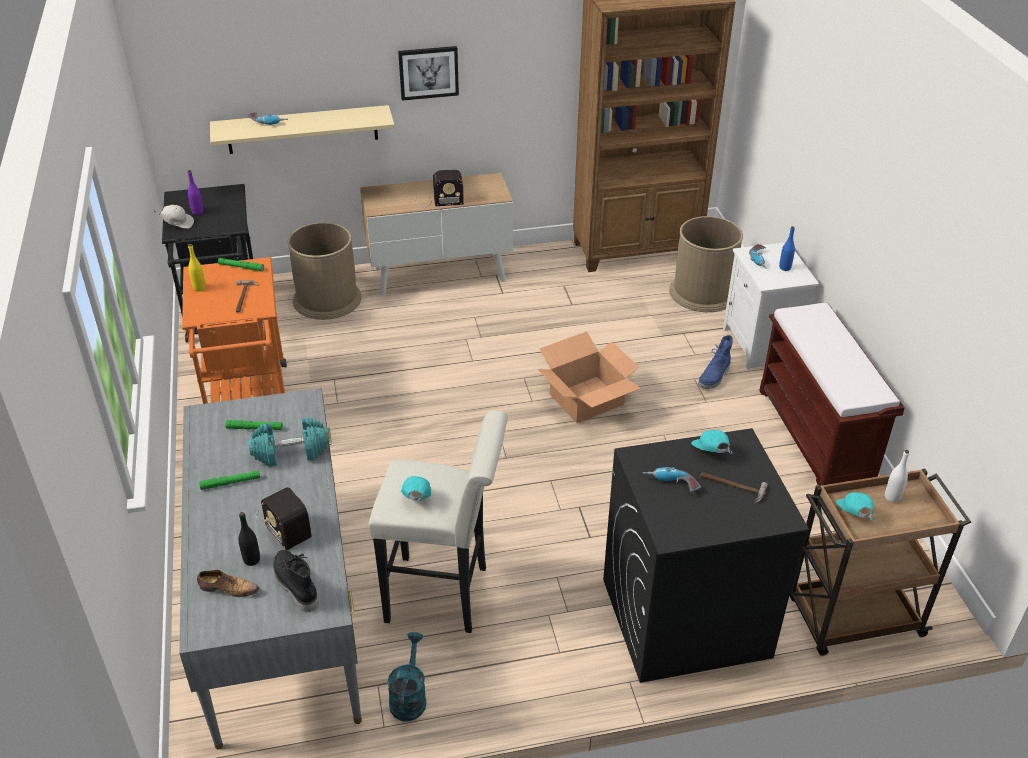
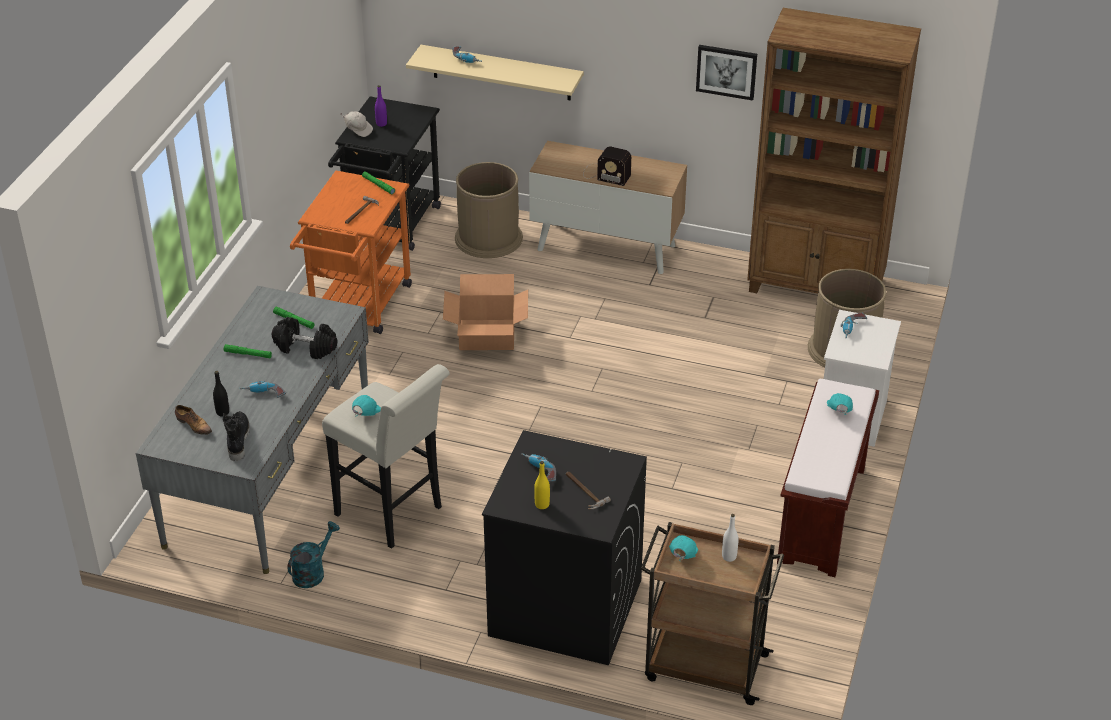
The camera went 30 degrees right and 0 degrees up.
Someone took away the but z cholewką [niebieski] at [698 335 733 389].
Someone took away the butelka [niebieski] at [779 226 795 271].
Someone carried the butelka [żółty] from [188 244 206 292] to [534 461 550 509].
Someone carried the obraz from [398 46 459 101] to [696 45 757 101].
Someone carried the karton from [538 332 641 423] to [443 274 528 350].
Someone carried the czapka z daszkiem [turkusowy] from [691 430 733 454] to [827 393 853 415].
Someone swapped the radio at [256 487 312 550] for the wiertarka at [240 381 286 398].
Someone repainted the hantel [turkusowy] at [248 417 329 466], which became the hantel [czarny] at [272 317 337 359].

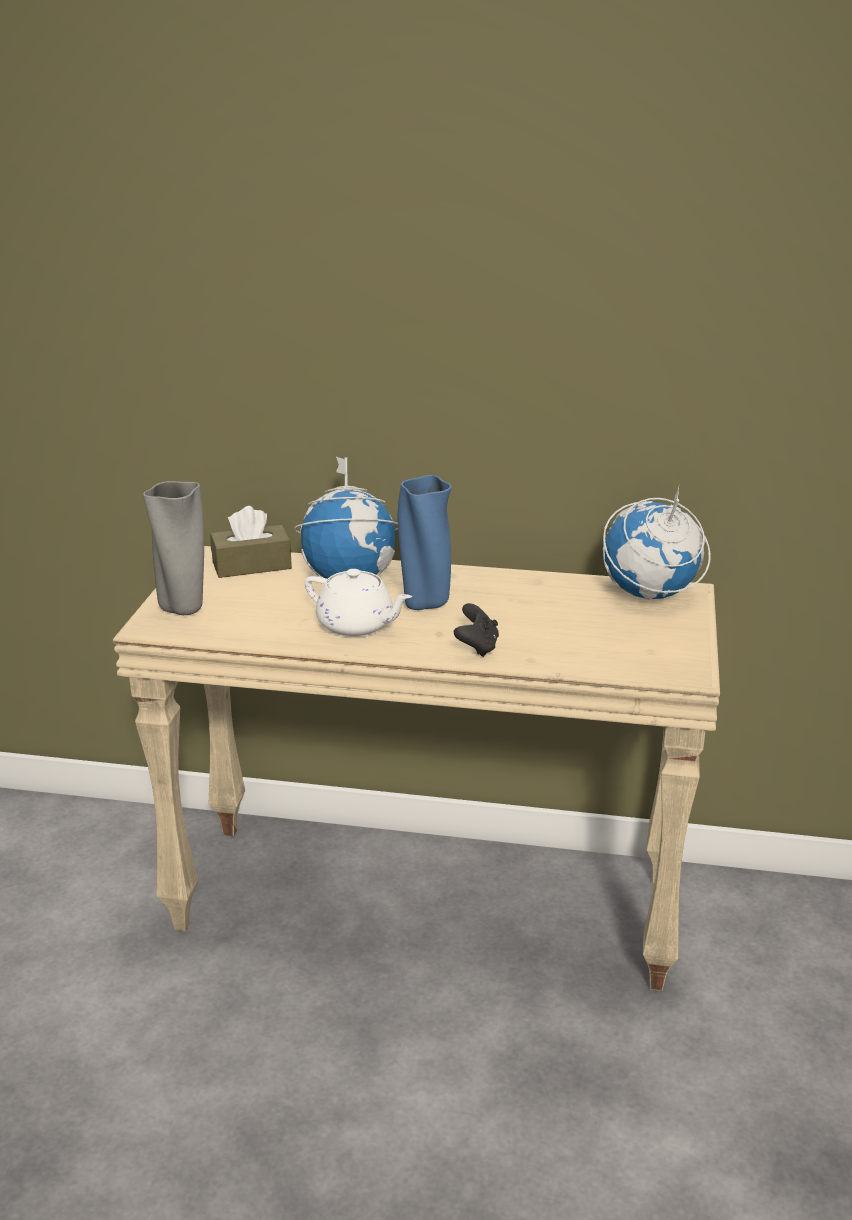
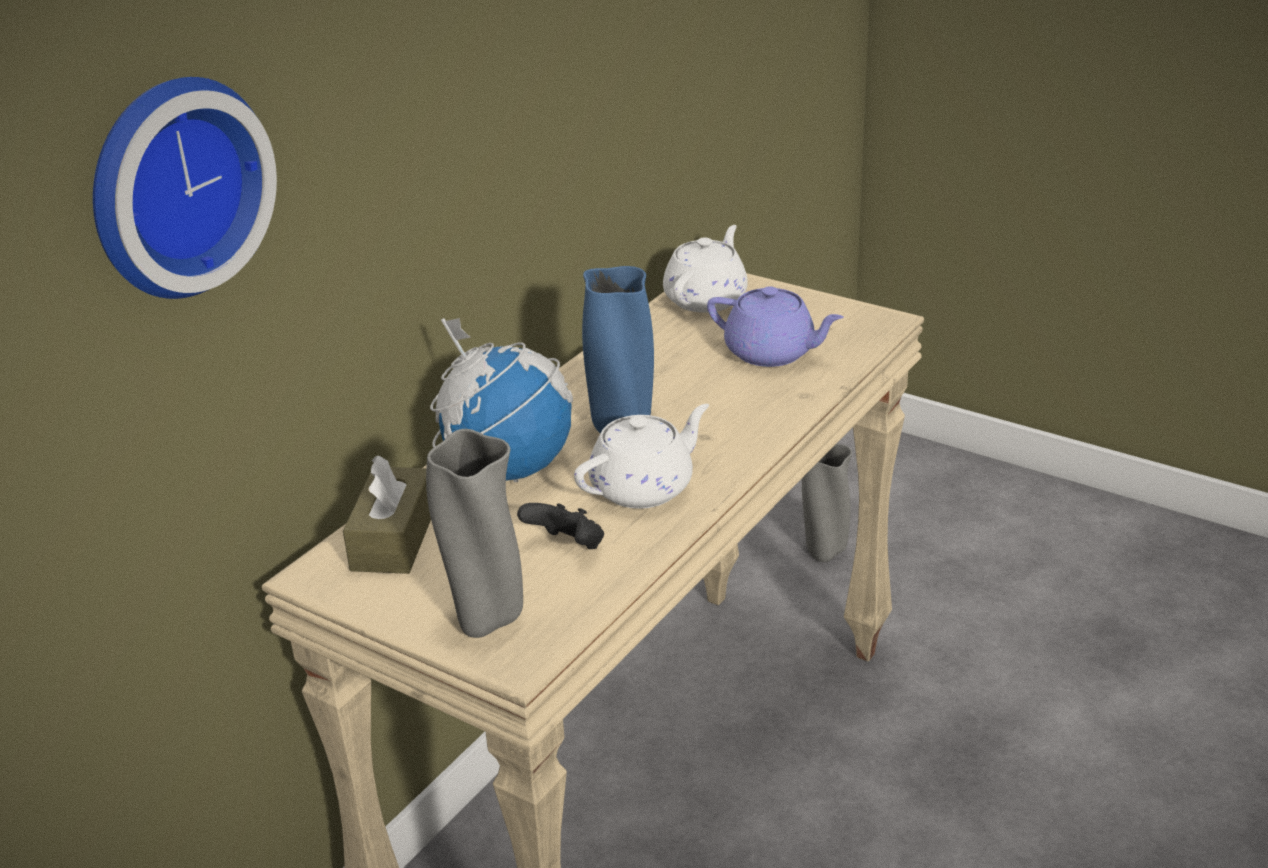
The camera went 65 degrees left and 5 degrees up.
Someone put up the zegar ścienny at [93 77 277 299].
Someone put down the imbryk [fioletowy] at [707 286 844 367].
Someone put down the wazon [szary] at [802 444 852 562].
Someone carried the pad do gier [czarny] from [454 603 499 657] to [517 503 604 549].
Someone swapped the globus at [603 486 711 600] for the imbryk [biały] at [663 225 748 313].

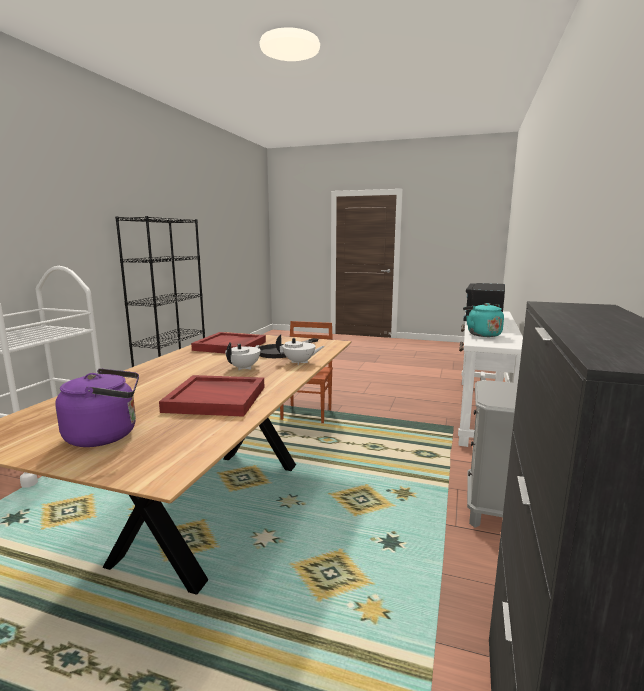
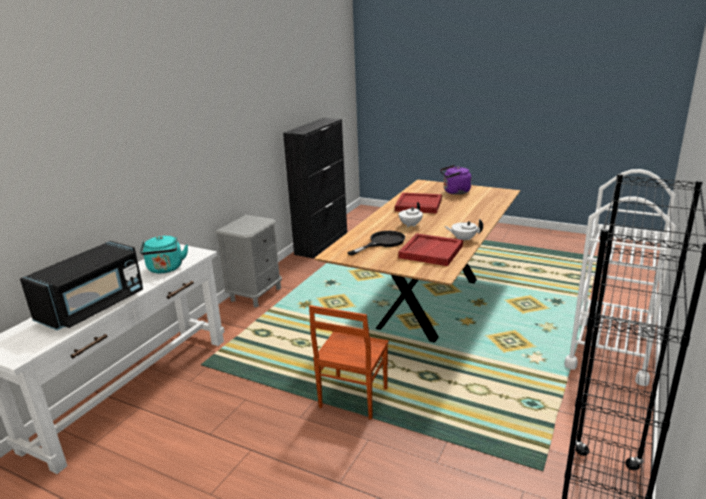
The camera went 170 degrees left and 10 degrees up.
Someone carried the imbryk [biały] from [276 335 325 365] to [444 219 483 242].

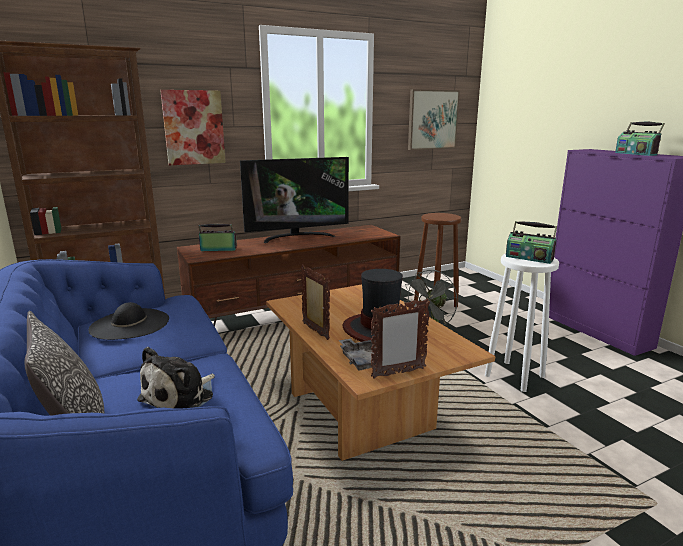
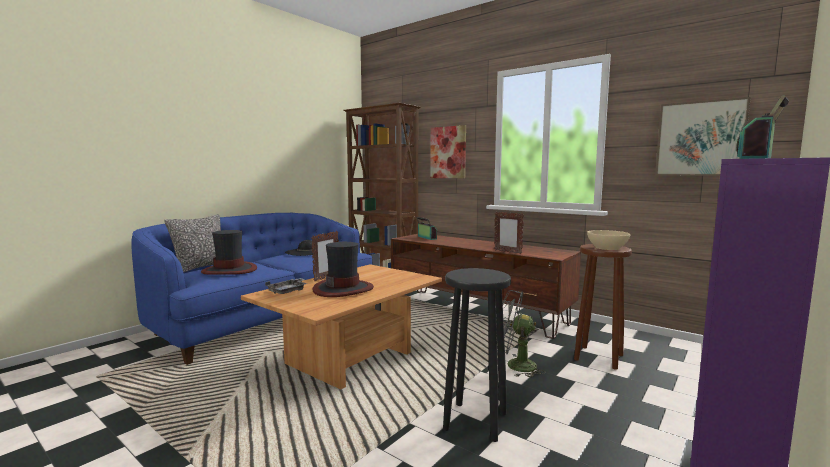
The camera went 65 degrees right and 10 degrees down.
Someone took away the telewizor at [240 157 349 243].
Someone took away the radio at [506 221 557 264].
Someone put down the miska [beżowy] at [587 230 630 250].
Someone carried the ramka na zdjęcie from [371 298 430 379] to [494 212 524 254].
Someone swapped the pluszak at [137 347 215 409] for the kapelusz at [201 230 257 275].
Someone repainted the stołek [biały] at [485 254 559 392], which became the stołek [czarny] at [443 268 511 442].

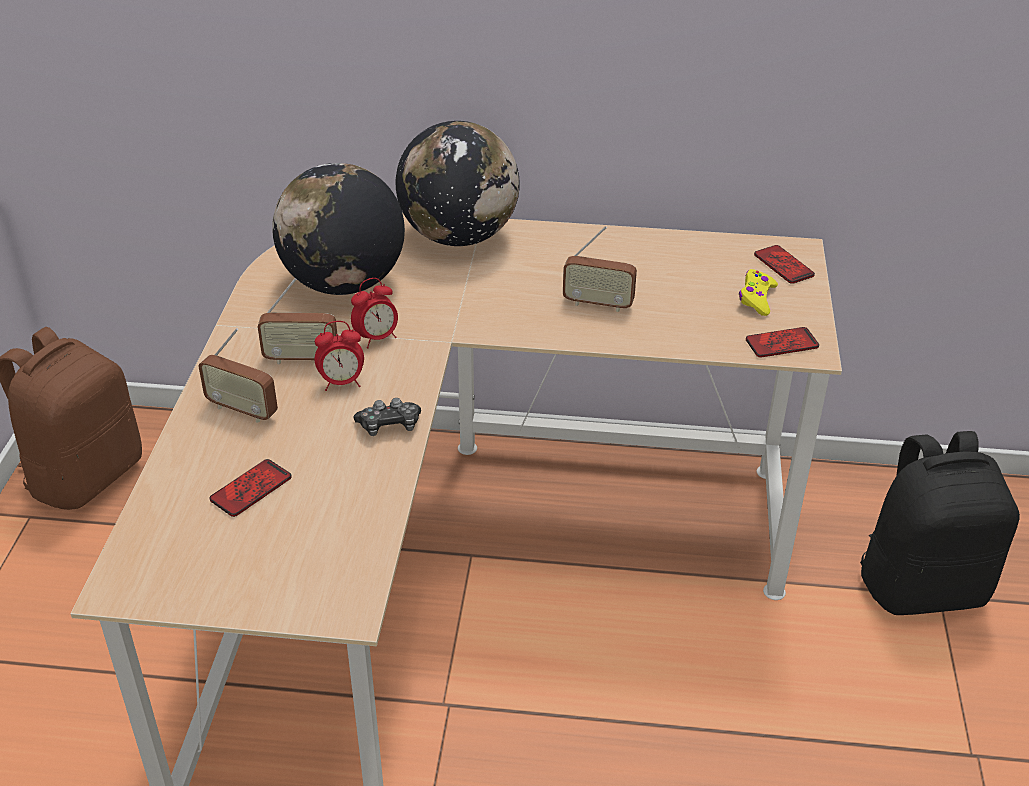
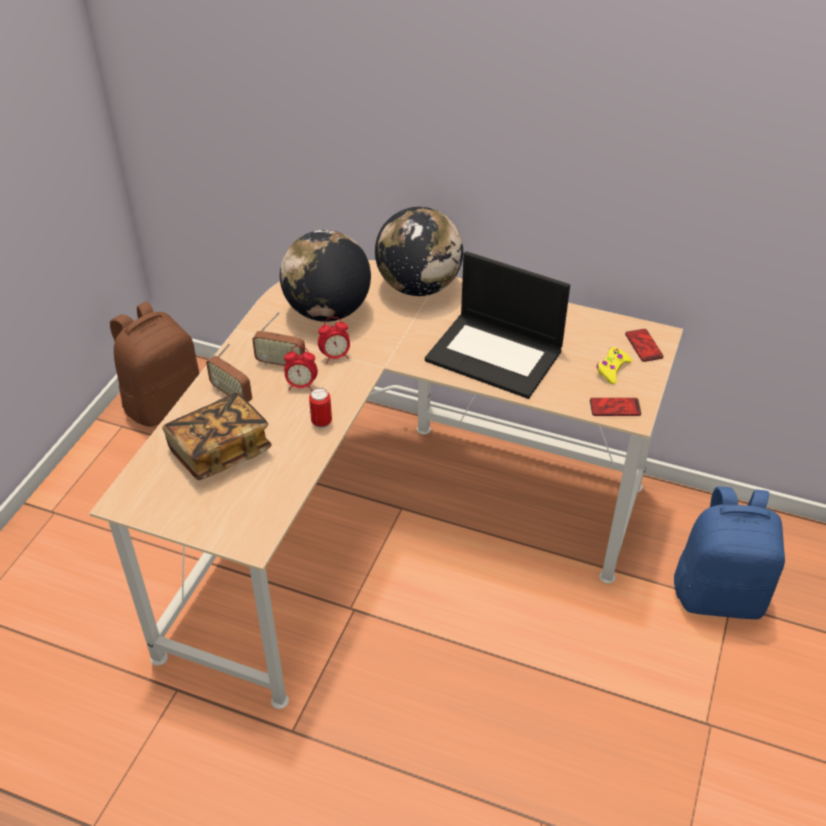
The camera went 15 degrees right and 5 degrees up.
Someone swapped the telefon at [210 459 292 517] for the książka at [162 393 272 480].
Someone swapped the pad do gier at [354 398 421 436] for the puszka at [309 388 332 428].
Someone swapped the radio at [563 226 637 312] for the laptop at [425 251 570 399].
Someone repainted the plecak [czarny] at [860 431 1020 615], which became the plecak [niebieski] at [674 486 785 619].

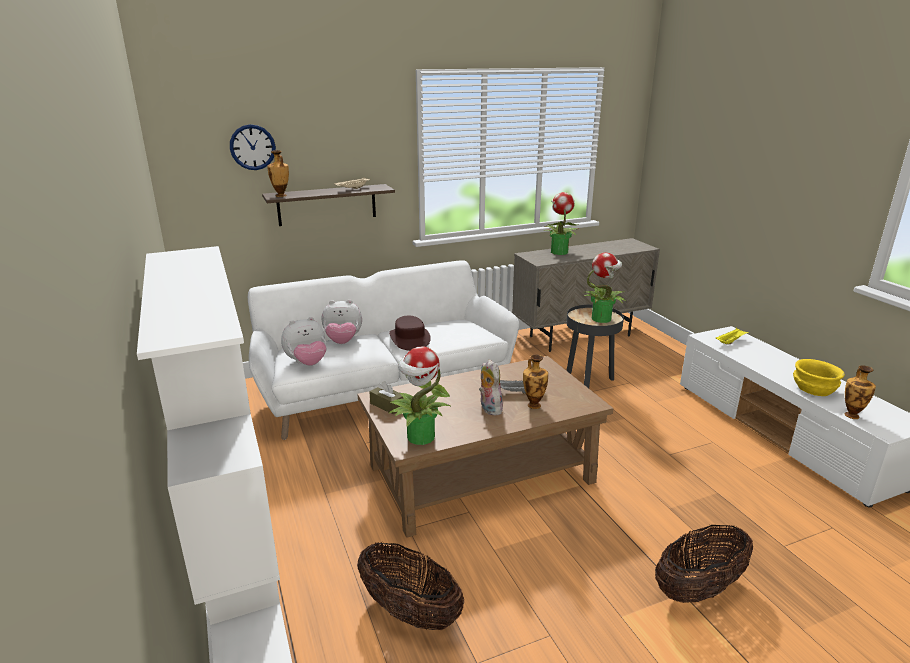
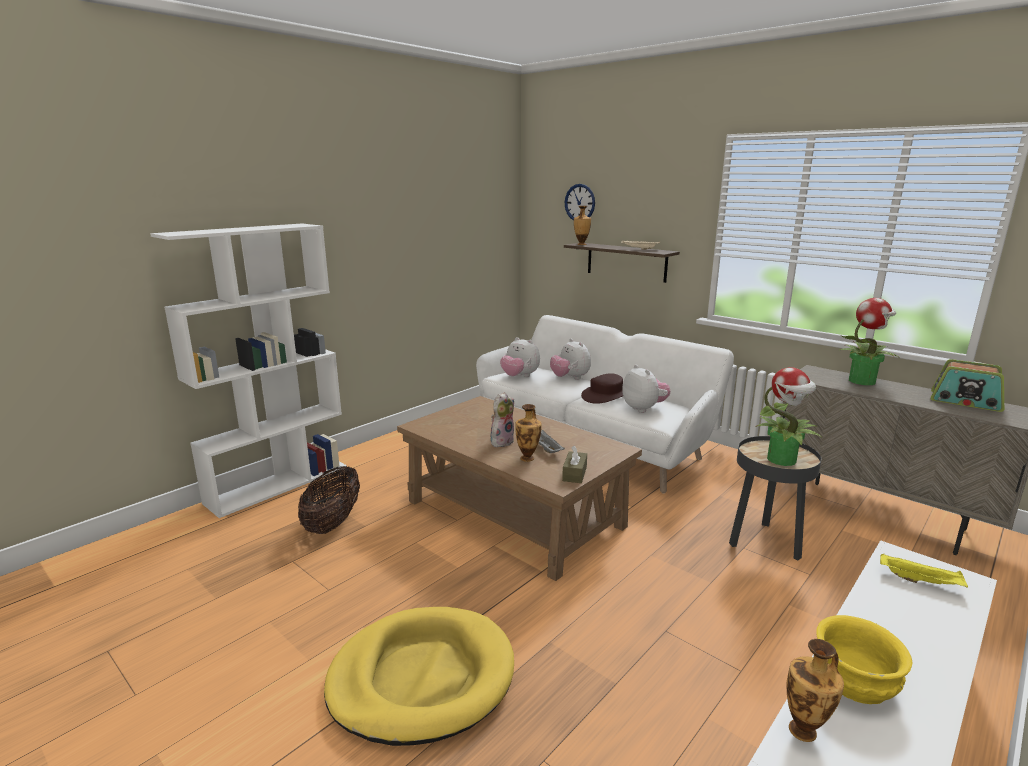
The camera went 65 degrees right and 5 degrees down.
Someone took away the roślina doniczkowa at [388 346 450 445].
Someone put down the pluszak at [622 365 670 413].
Someone put down the radio at [930 359 1004 412].
Someone carried the pudełko chusteczek [brązowy] from [369 381 404 414] to [562 446 587 483].
Someone swapped the koszyk at [655 524 753 603] for the legowisko [żółty] at [324 607 514 746].

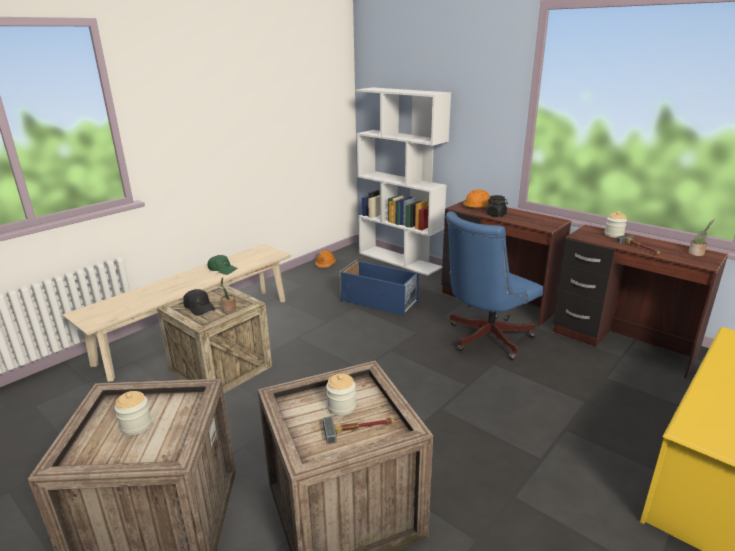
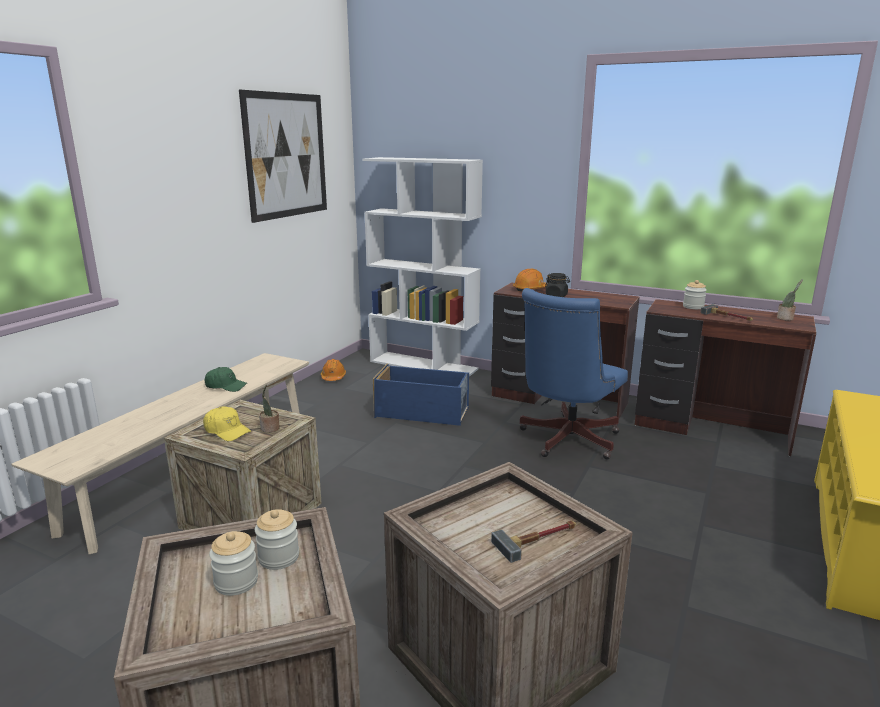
The camera went 15 degrees left and 5 degrees down.
Someone put up the obraz at [239 90 327 223].
Someone carried the słoik from [326 373 356 415] to [255 509 299 570].
Someone repainted the czapka z daszkiem [czarny] at [183 289 215 316], which became the czapka z daszkiem [żółty] at [203 407 251 441].

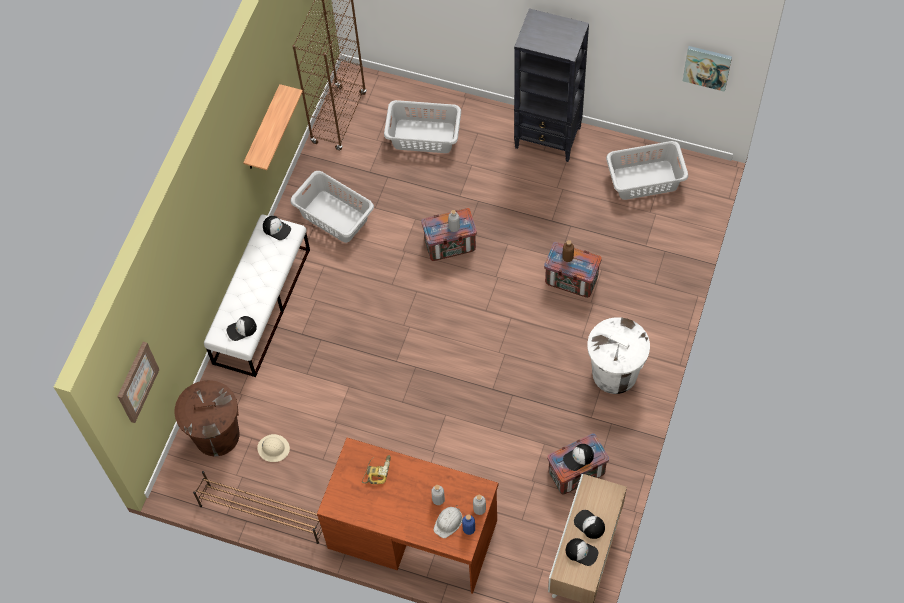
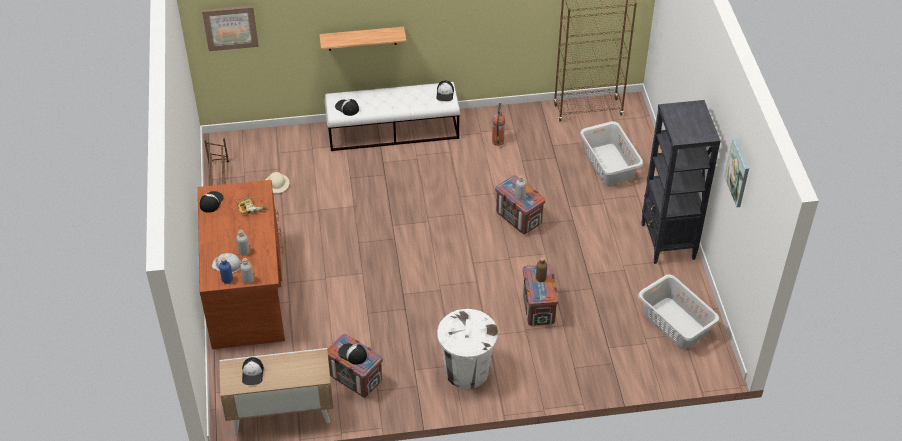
The camera went 60 degrees right and 15 degrees down.
Someone took away the kosz na śmieci [brązowy] at [175 380 239 456].
Someone carried the półka from [243 84 303 170] to [319 27 407 51].
Someone carried the czapka z daszkiem from [574 510 605 539] to [200 191 224 213].
Someone carried the obraz from [683 46 732 92] to [724 138 749 207].
Someone swapped the kosz na pranie [szary] at [290 171 374 243] for the gaśnica at [492 103 505 146].

